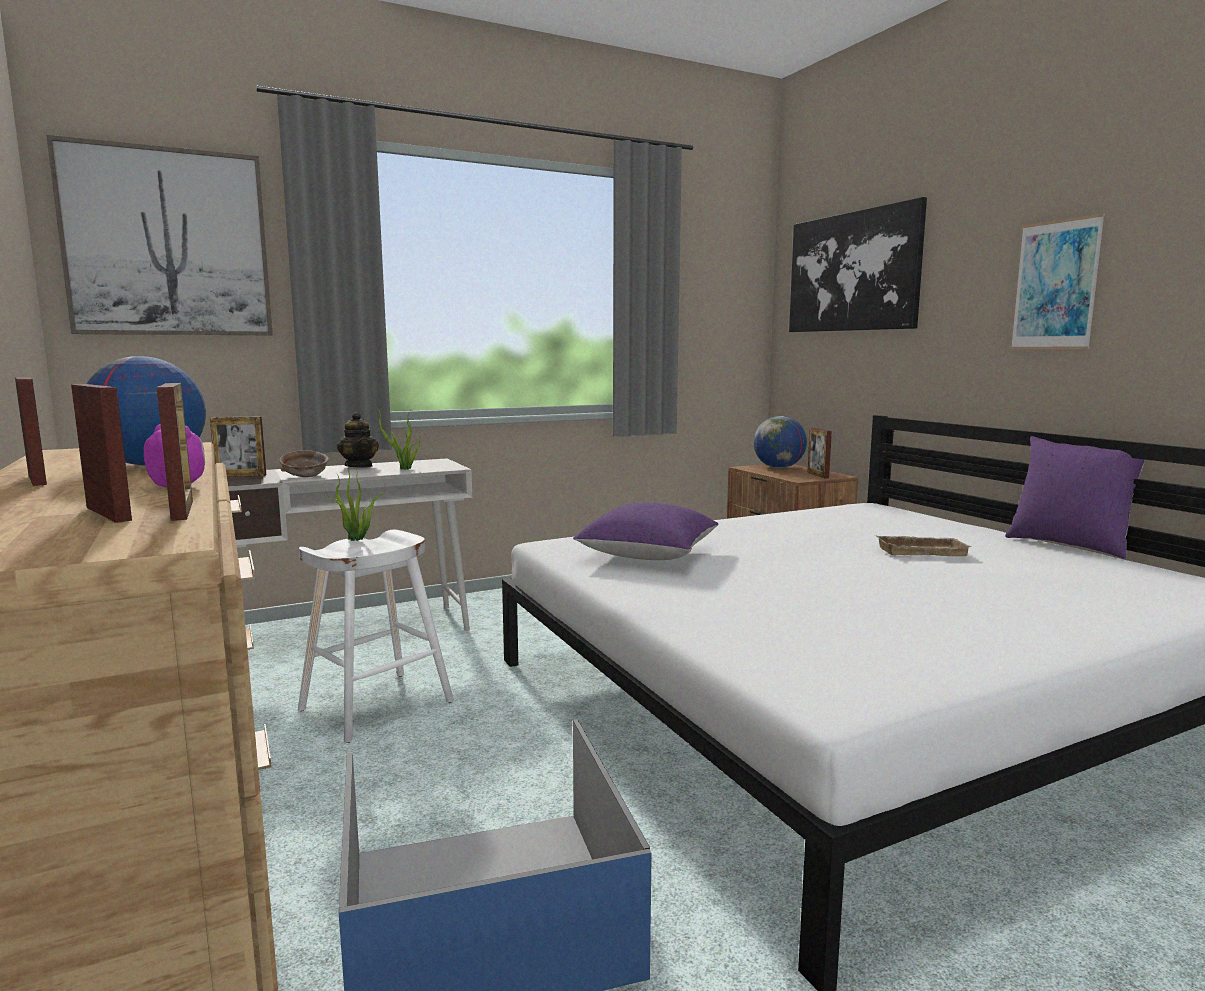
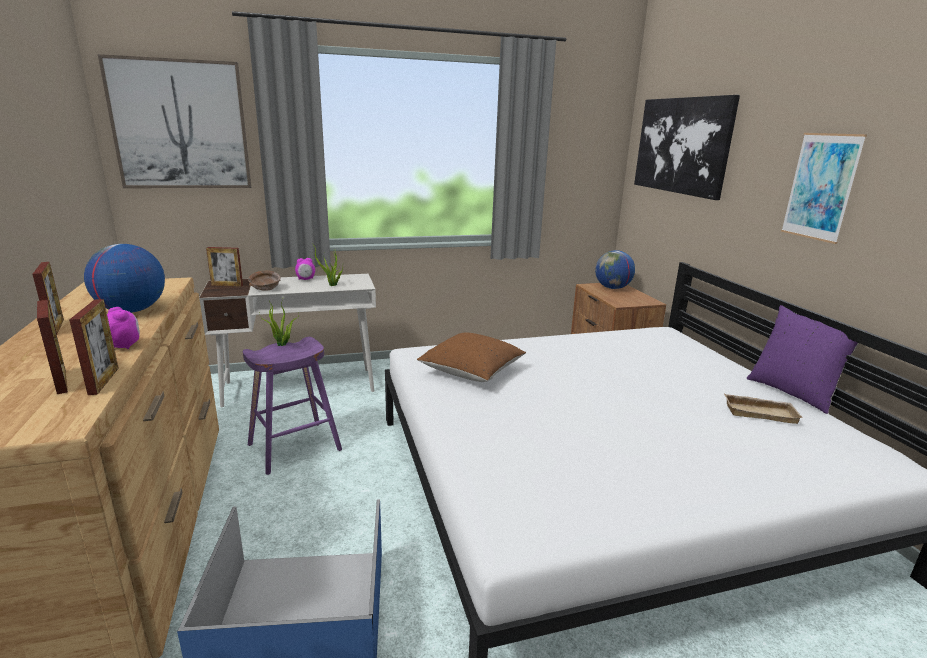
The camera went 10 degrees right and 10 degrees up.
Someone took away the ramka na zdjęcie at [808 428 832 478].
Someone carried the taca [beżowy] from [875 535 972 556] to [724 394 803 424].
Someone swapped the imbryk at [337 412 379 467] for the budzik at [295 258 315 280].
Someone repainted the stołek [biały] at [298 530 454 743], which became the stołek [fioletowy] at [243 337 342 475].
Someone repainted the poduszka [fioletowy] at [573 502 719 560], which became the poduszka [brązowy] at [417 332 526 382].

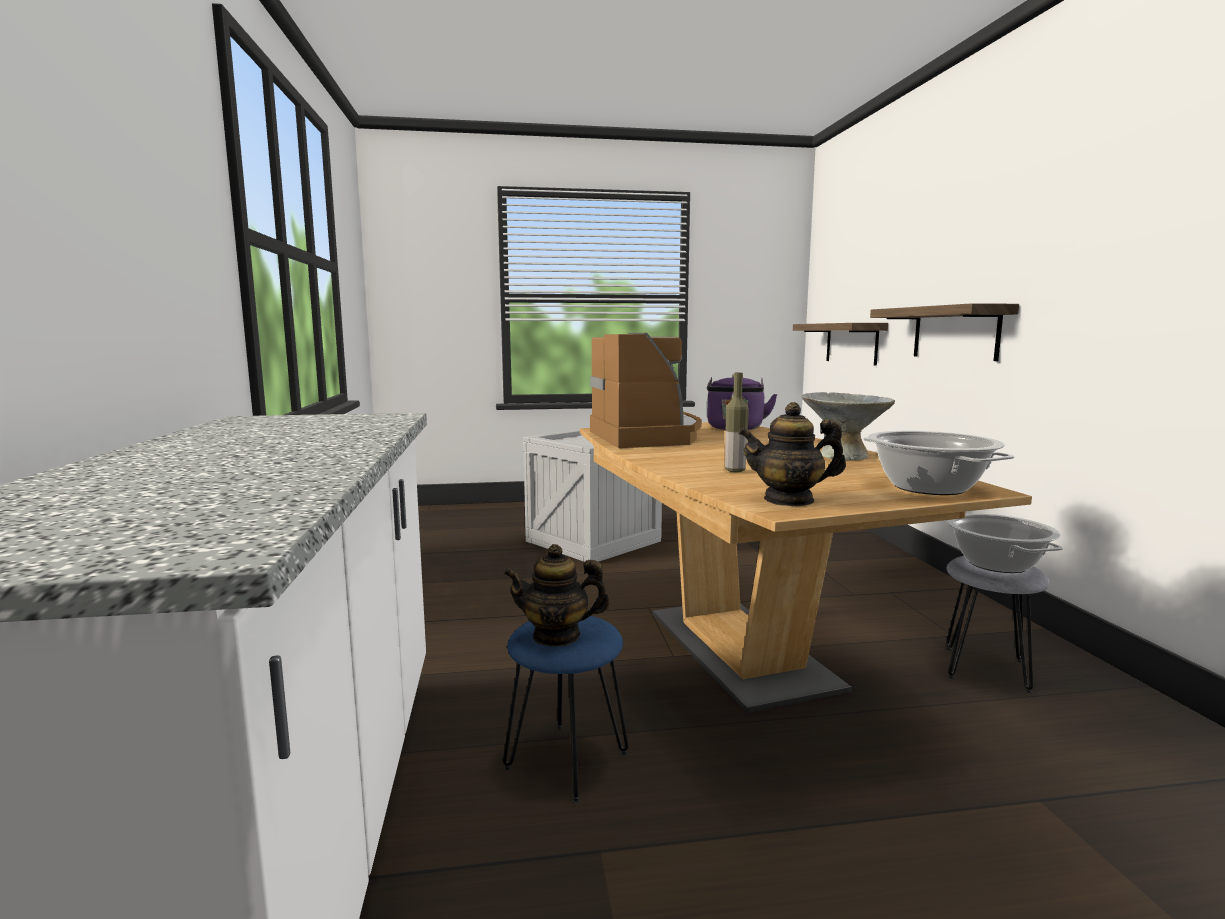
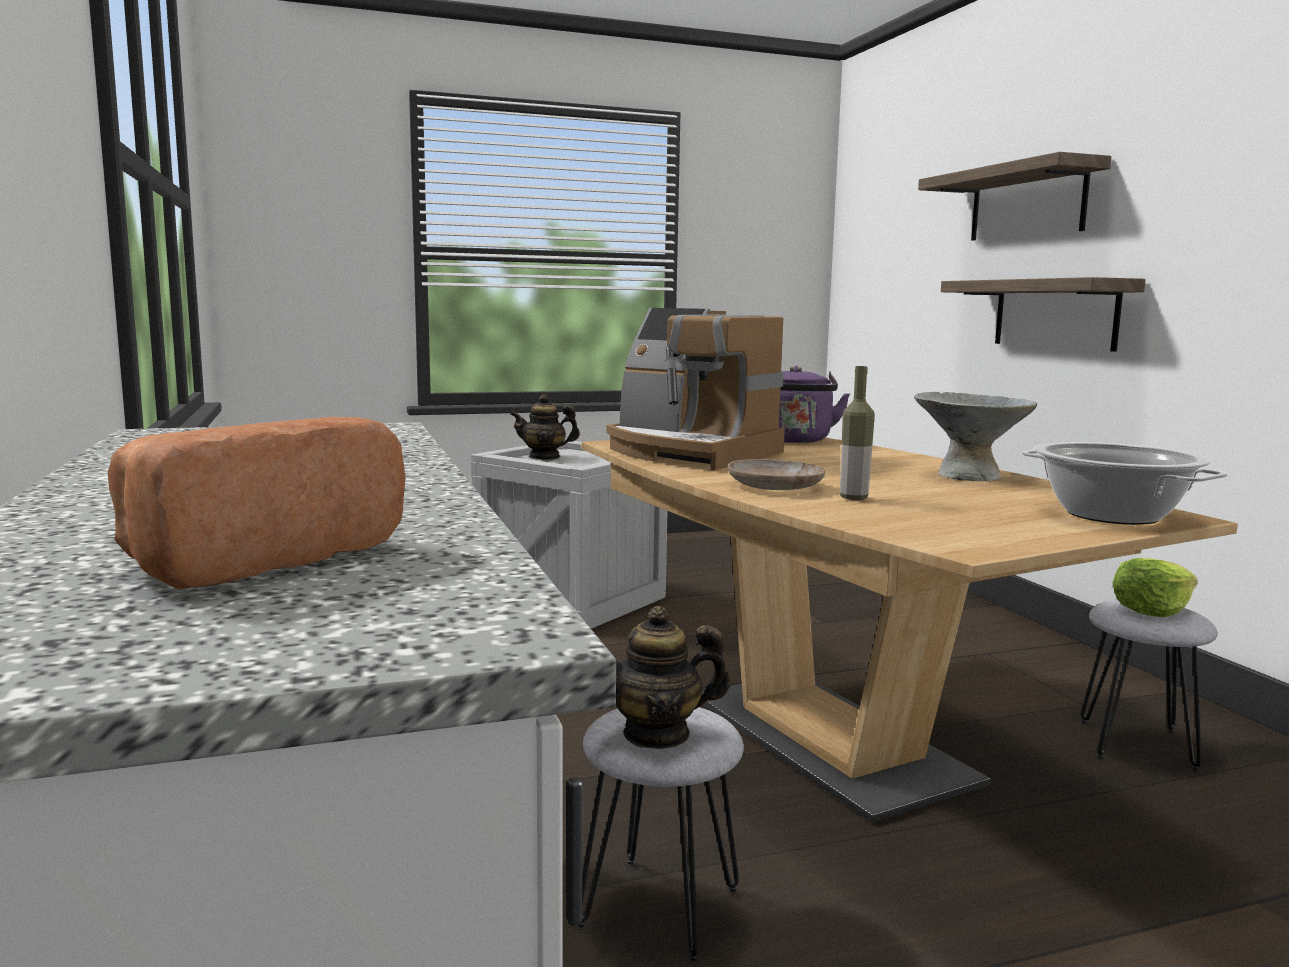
The camera went 10 degrees left and 0 degrees up.
Someone put down the chleb at [108 417 406 589].
Someone put down the talerz [beżowy] at [728 459 825 490].
Someone carried the imbryk from [738 402 846 506] to [510 394 580 460].
Someone carried the półka from [793 323 888 366] to [918 152 1111 241].
Someone swapped the garnek at [947 513 1063 573] for the sałata at [1112 558 1198 617].
Someone repainted the stołek [niebieski] at [503 616 629 803], which became the stołek [szary] at [576 707 744 964].
Someone rotated the ekspres do kawy at [590 333 702 448] by 150 degrees clockwise.

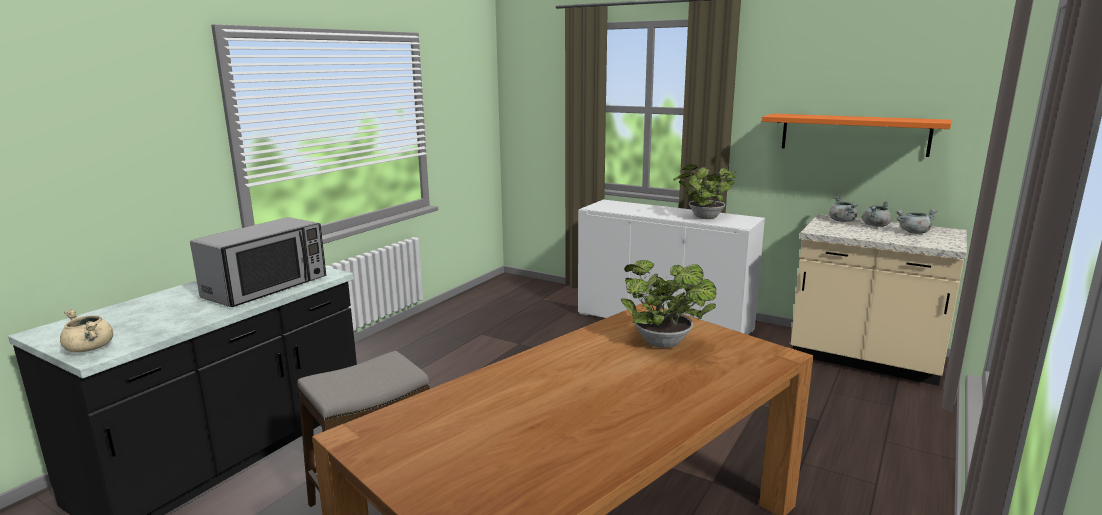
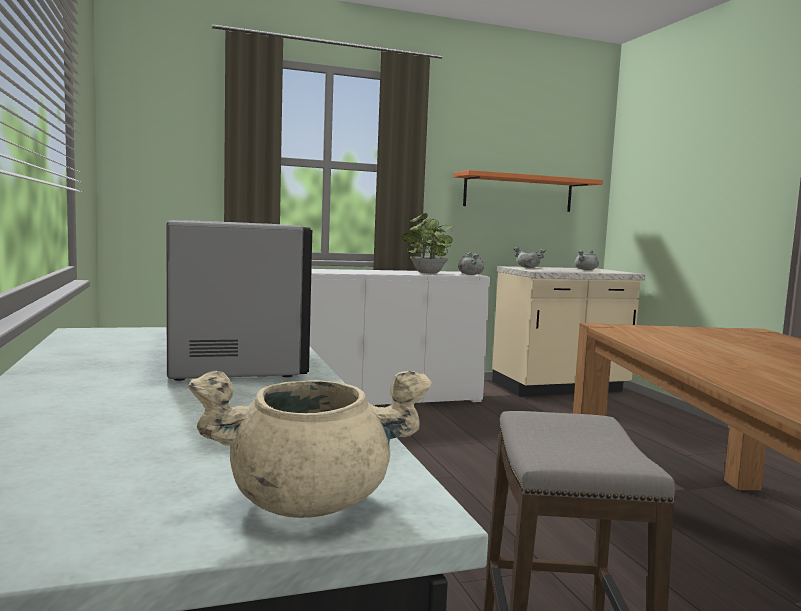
The camera went 50 degrees left and 10 degrees down.
Someone took away the roślina doniczkowa at [621 260 716 348].
Someone carried the garnek [szary] from [862 201 892 227] to [458 252 484 275].

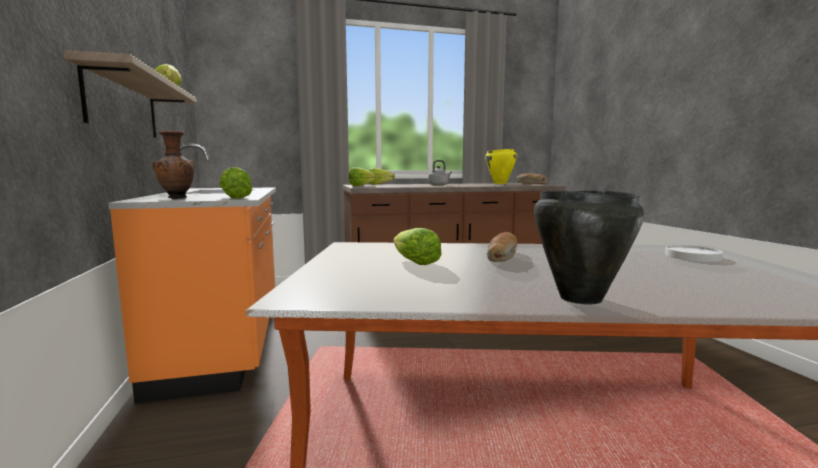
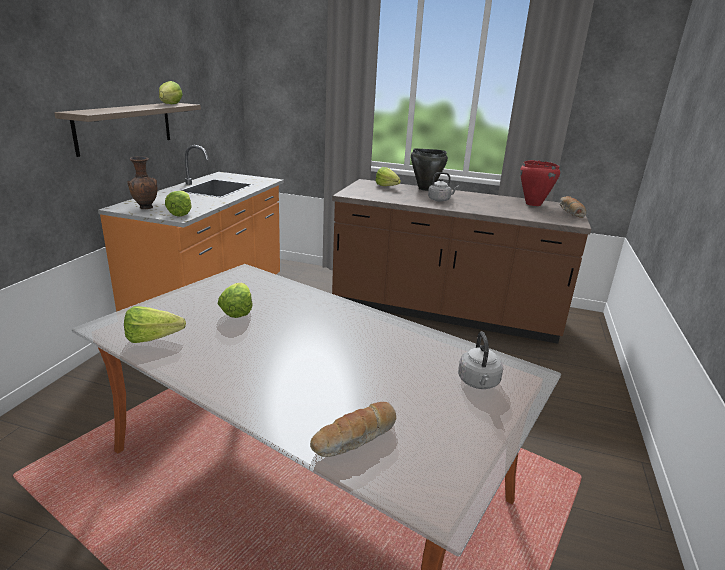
The camera went 30 degrees right and 15 degrees up.
Someone carried the sałata from [348 167 376 186] to [124 306 186 343].
Someone carried the chleb from [487 232 517 262] to [310 402 396 457].
Someone carried the garnek [czarny] from [534 190 644 304] to [411 148 448 191].
Someone swapped the talerz [biały] at [665 245 723 262] for the czajnik [szary] at [458 331 503 389].
Someone repainted the garnek [żółty] at [485 149 517 184], which became the garnek [czerwony] at [520 160 560 206].

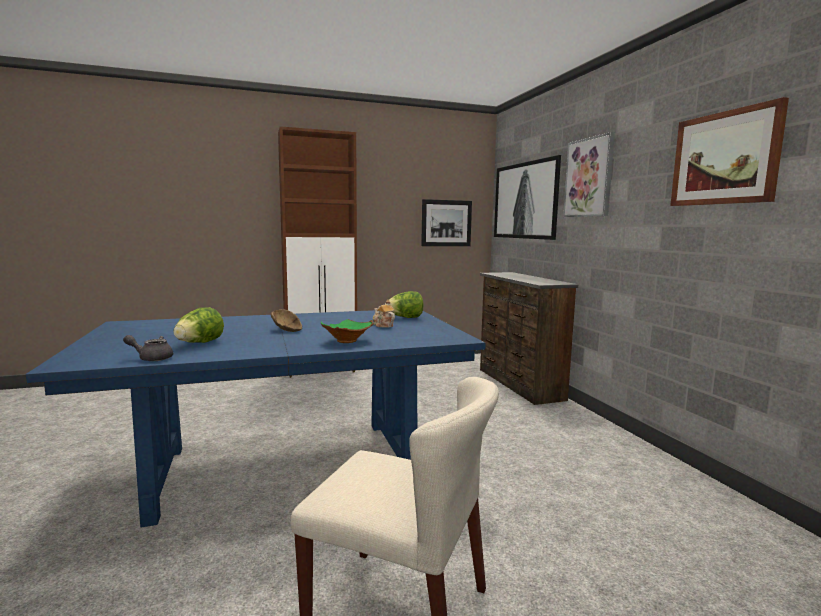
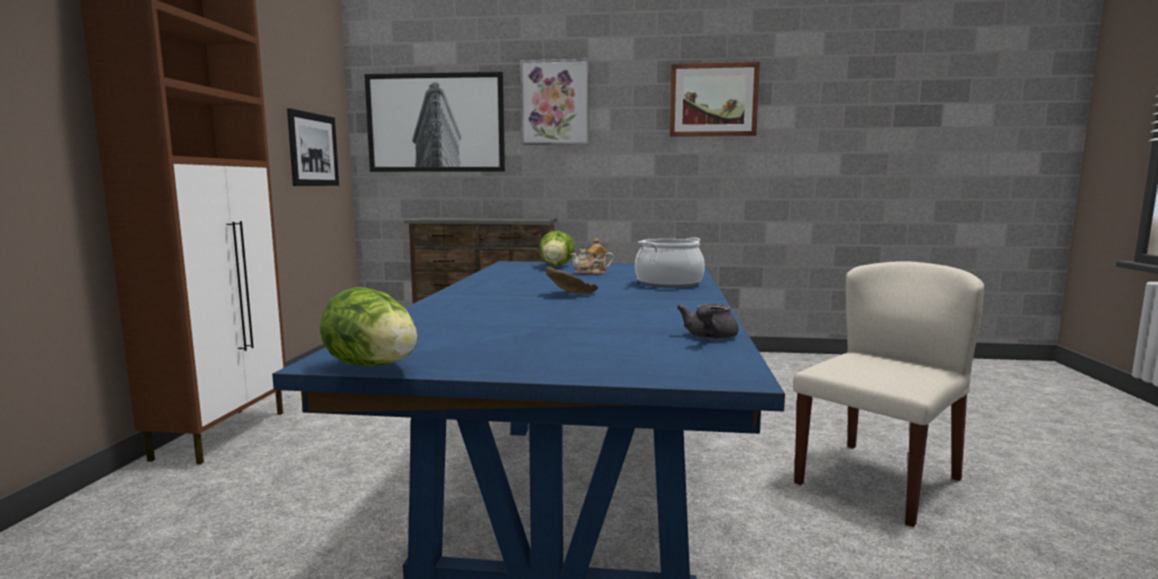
The camera went 65 degrees left and 0 degrees up.
Someone carried the sałata from [174 307 224 343] to [320 287 418 366].
Someone swapped the miska [zielony] at [321 319 373 343] for the garnek at [635 237 705 288].

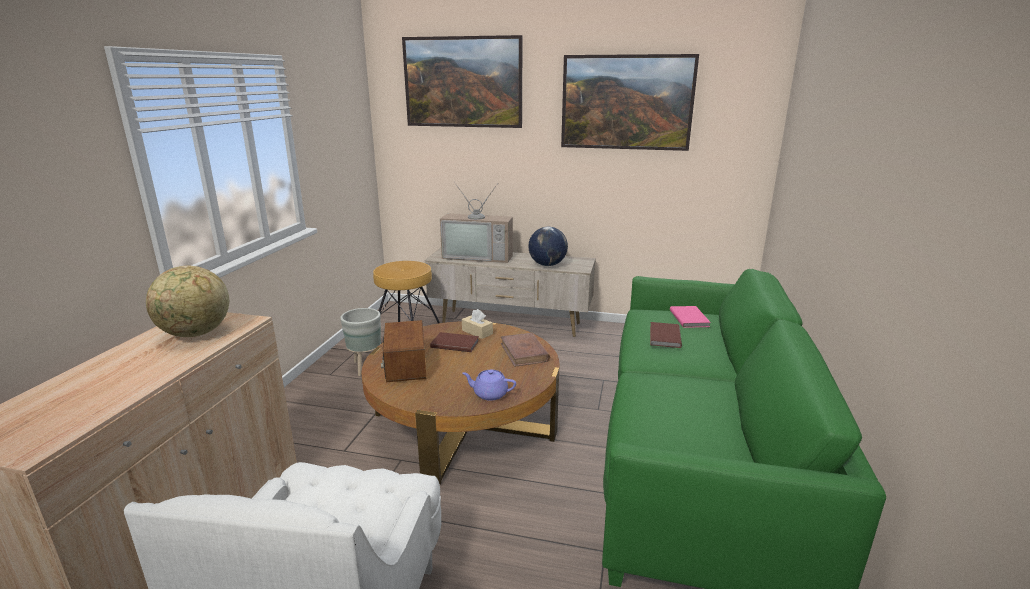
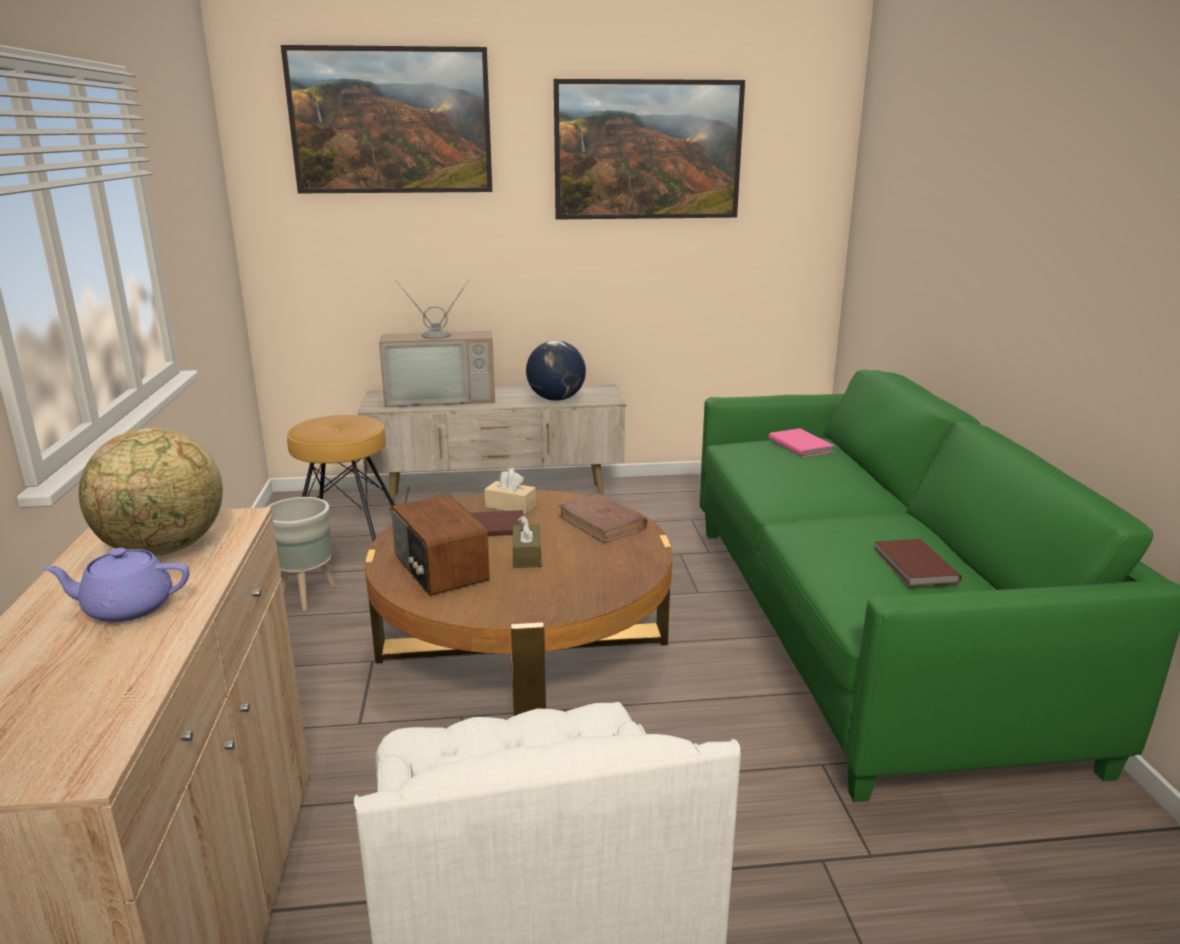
The camera went 20 degrees left and 0 degrees up.
Someone put down the pudełko chusteczek [brązowy] at [513 515 541 568].
Someone carried the imbryk [fioletowy] from [462 370 516 401] to [42 548 190 623].
Someone carried the książka [brązowy] from [650 322 682 348] to [874 539 962 587].

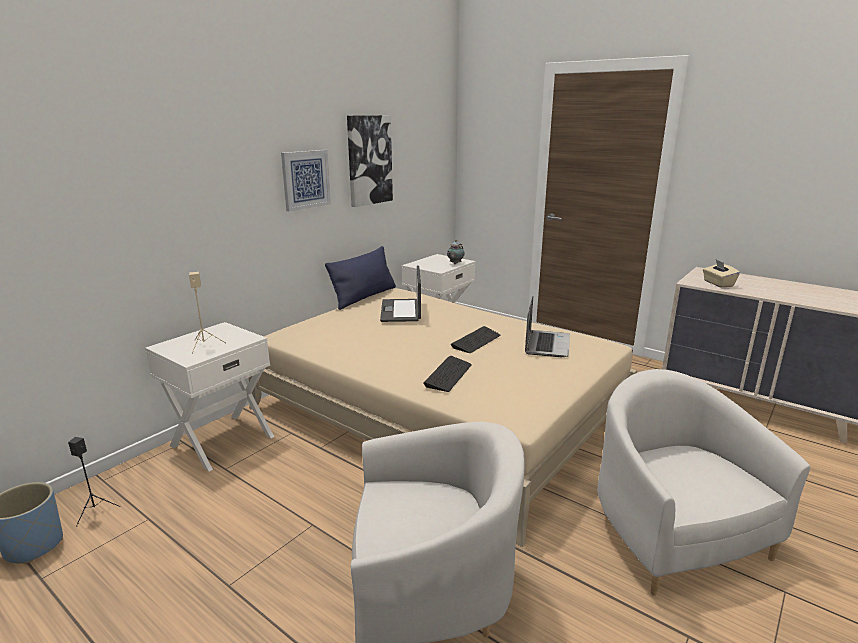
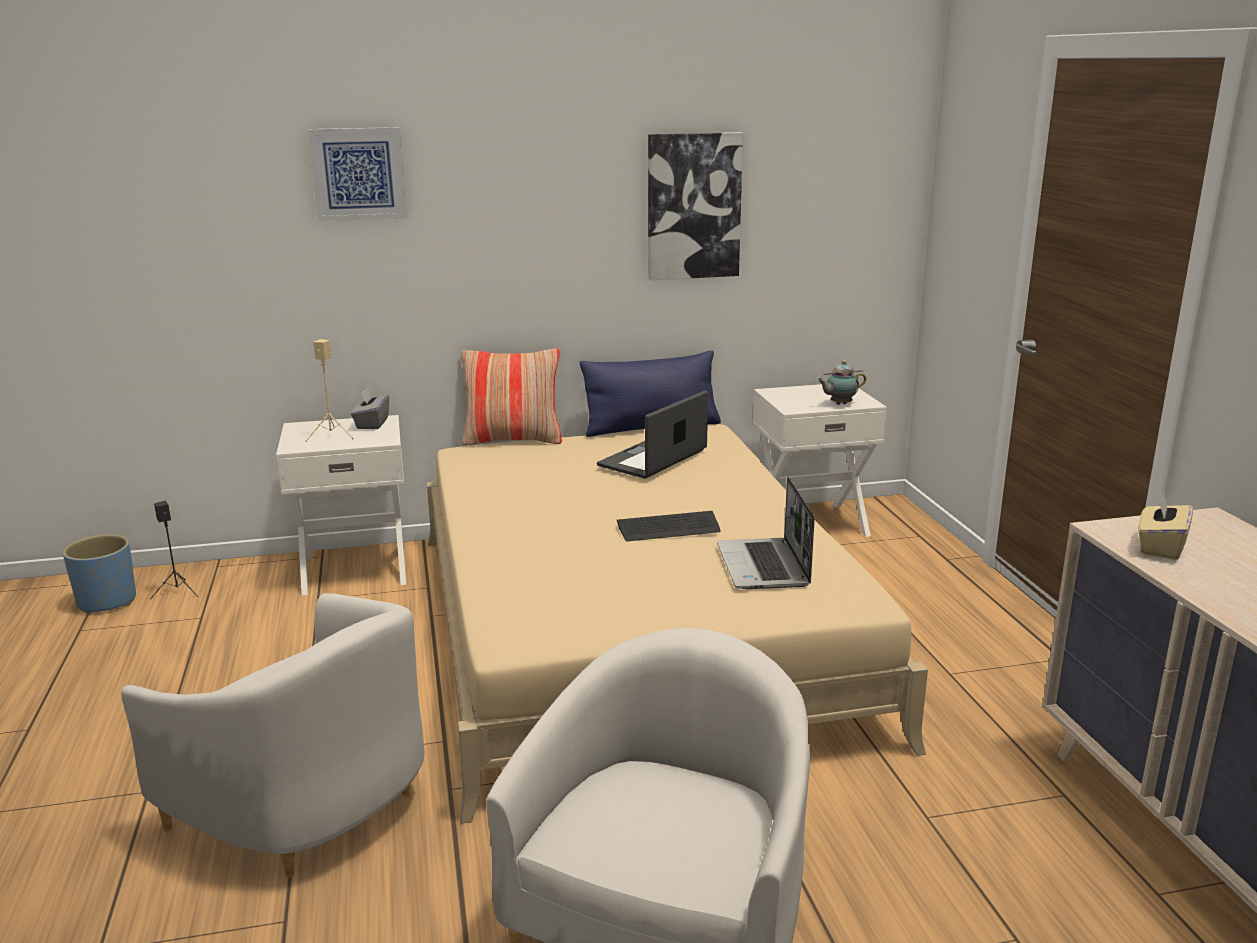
The camera went 40 degrees right and 0 degrees up.
Someone took away the klawiatura at [423 356 472 392].
Someone put down the pudełko chusteczek [szary] at [351 387 389 429].
Someone put down the poduszka at [461 348 562 445].
Someone carried the obraz from [281 150 331 211] to [308 127 407 222].
Someone rotated the laptop at [525 297 570 357] by 120 degrees clockwise.

